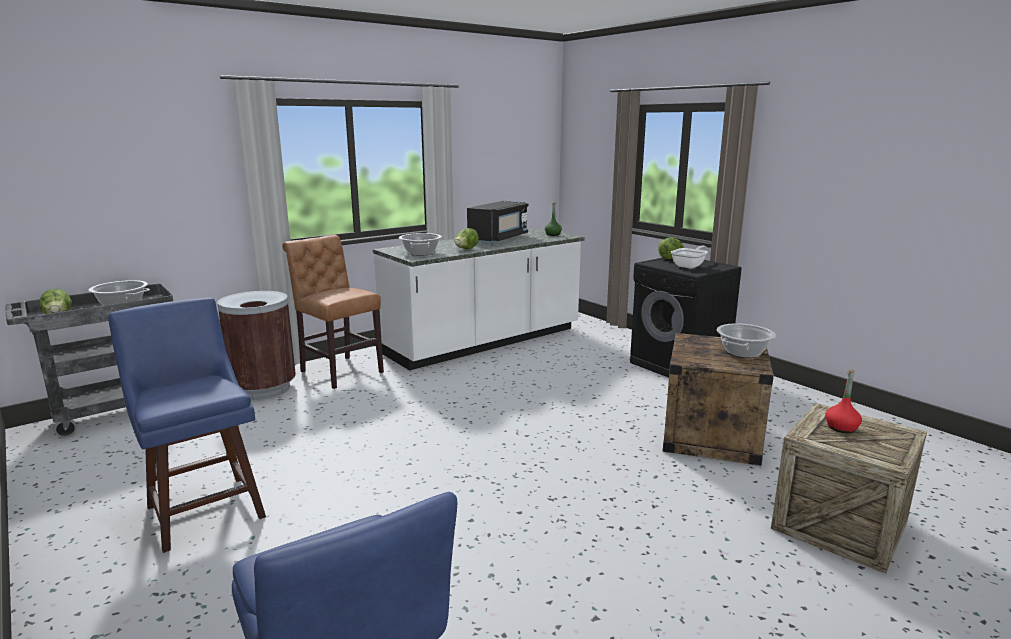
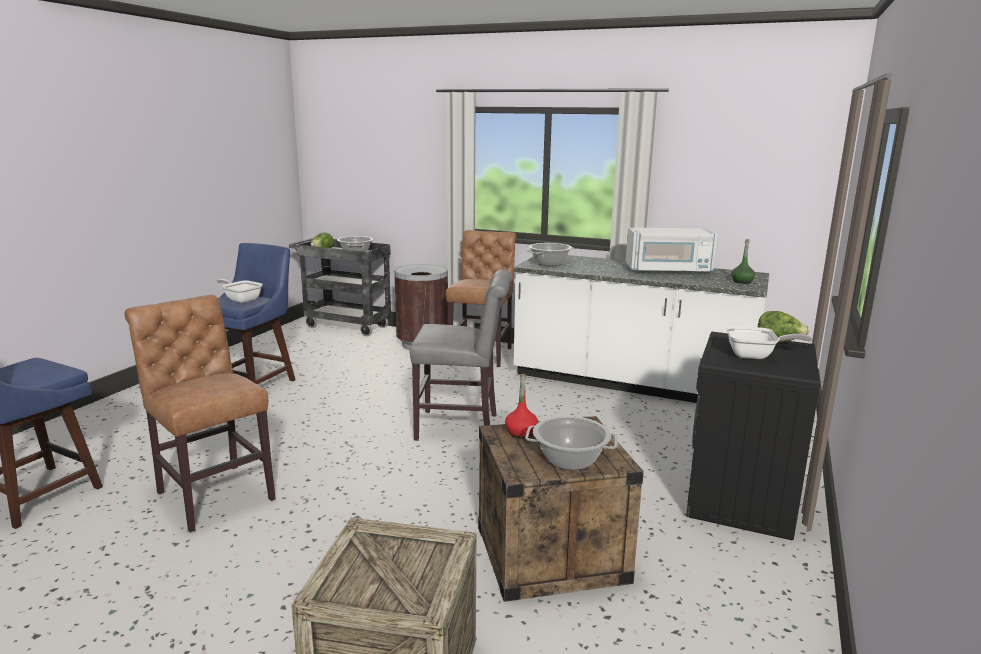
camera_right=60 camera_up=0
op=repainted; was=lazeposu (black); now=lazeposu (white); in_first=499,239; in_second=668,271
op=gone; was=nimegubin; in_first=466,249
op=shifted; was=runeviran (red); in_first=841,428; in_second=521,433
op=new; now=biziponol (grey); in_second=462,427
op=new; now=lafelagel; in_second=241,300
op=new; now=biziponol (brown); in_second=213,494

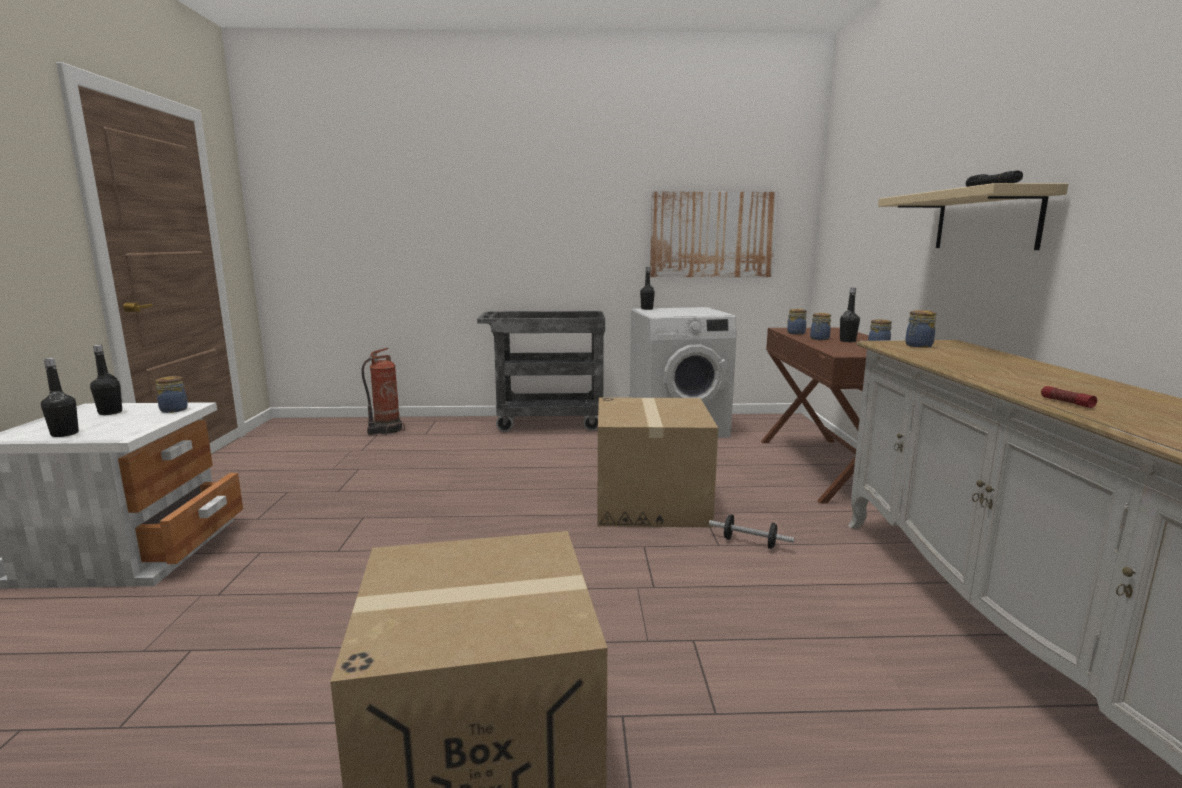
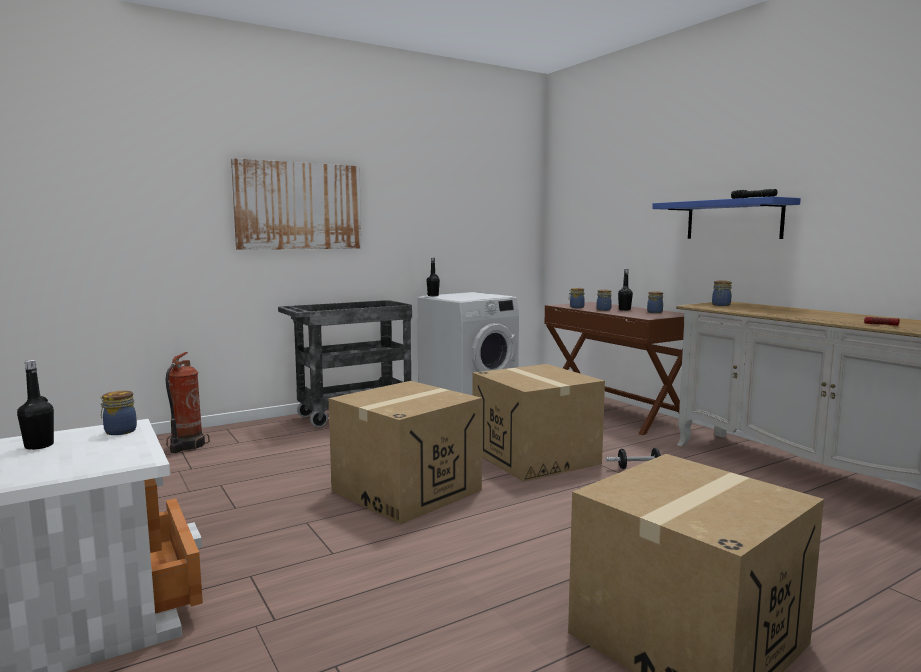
camera_right=-30 camera_up=-5
op=repainted; was=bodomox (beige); now=bodomox (blue); in_first=986,220; in_second=733,220
op=shifted; was=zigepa; in_first=712,235; in_second=299,206
op=gone; was=runeviran (black); in_first=65,434
op=new; now=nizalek; in_second=406,490

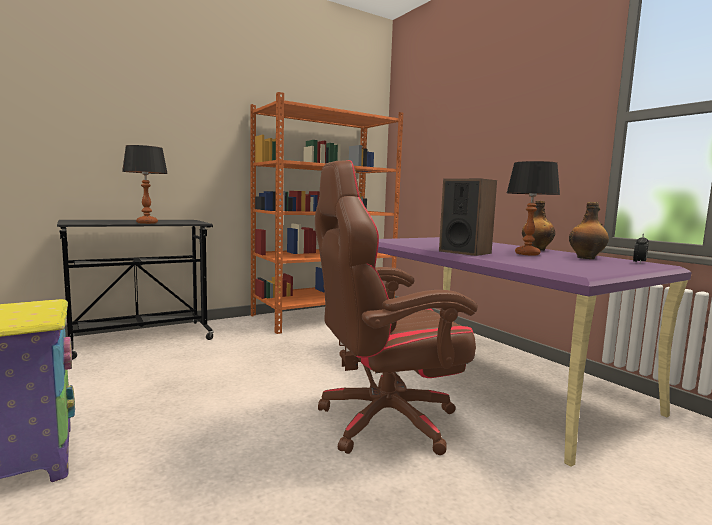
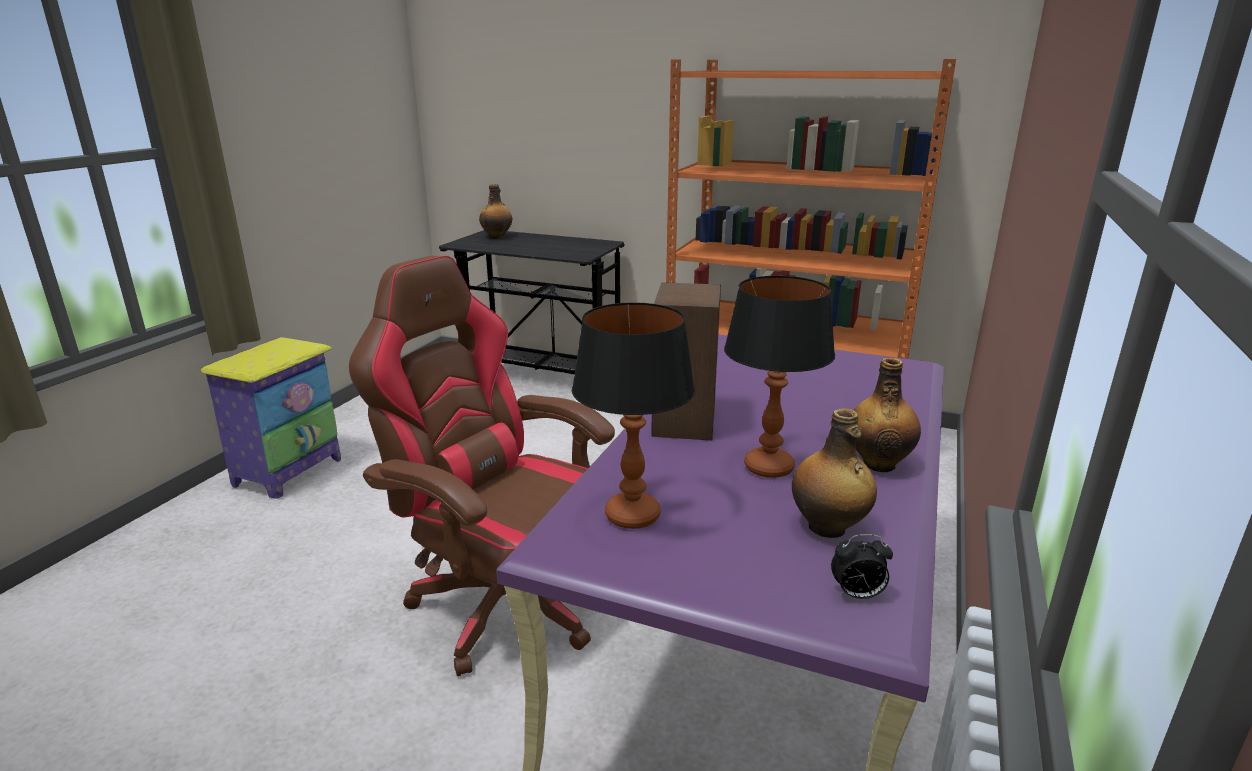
camera_right=55 camera_up=15
op=shifted; was=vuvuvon; in_first=147,223; in_second=633,515
op=new; now=runeviran; in_second=497,237

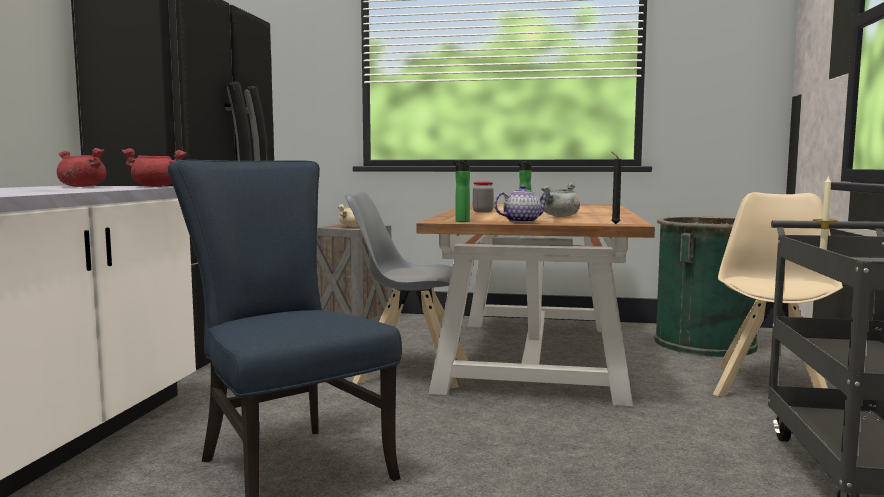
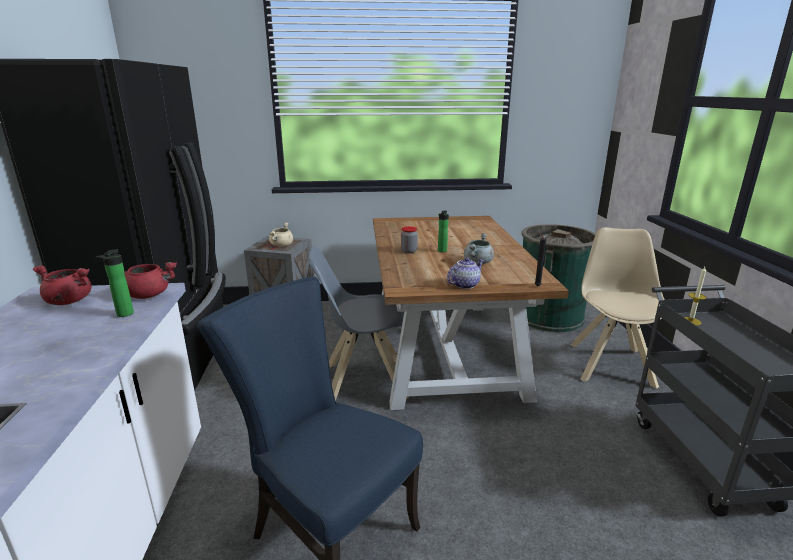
camera_right=-15 camera_up=15
op=shifted; was=runeviran; in_first=461,221; in_second=123,315

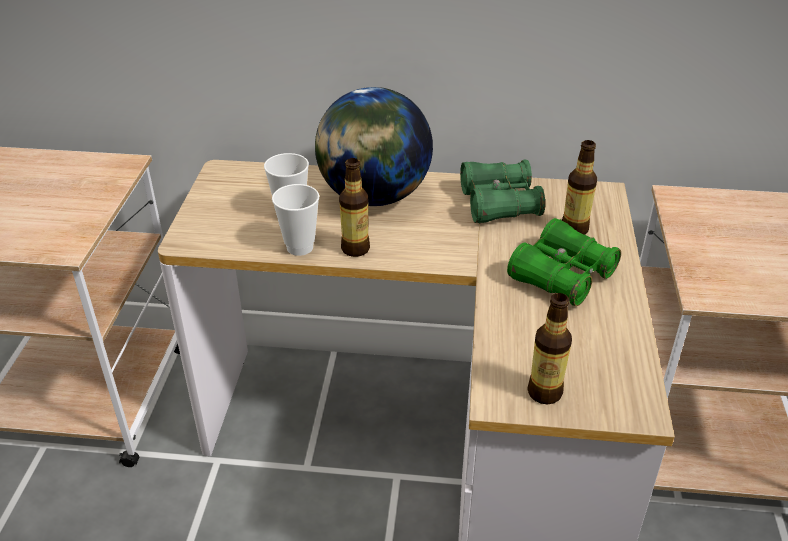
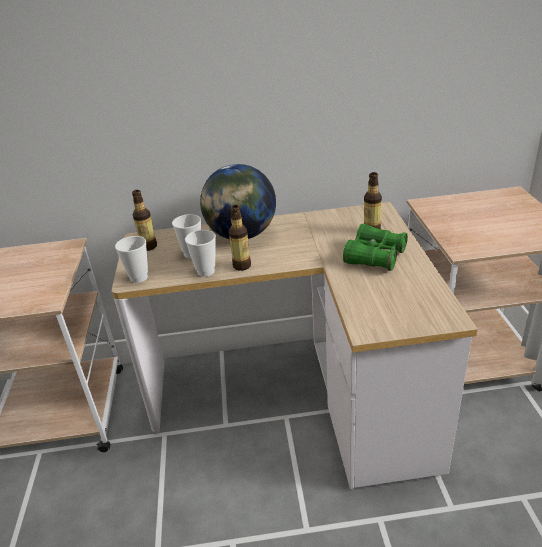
camera_right=-10 camera_up=-5
op=gone; was=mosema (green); in_first=499,203
op=shifted; was=runeviran; in_first=544,392; in_second=148,246
op=new; now=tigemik; in_second=139,277

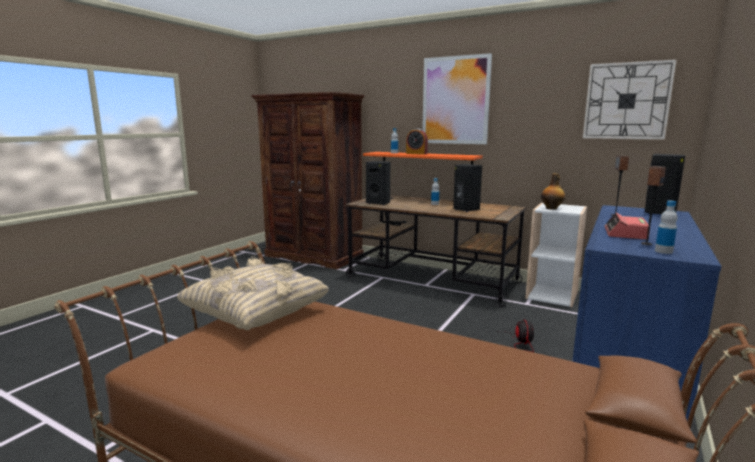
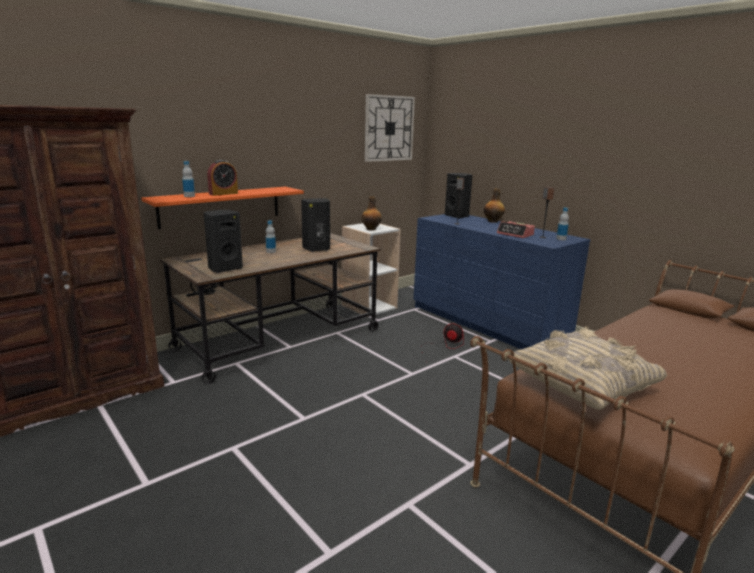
camera_right=-70 camera_up=5
op=gone; was=zigepa; in_first=455,100
op=new; now=runeviran; in_second=493,221

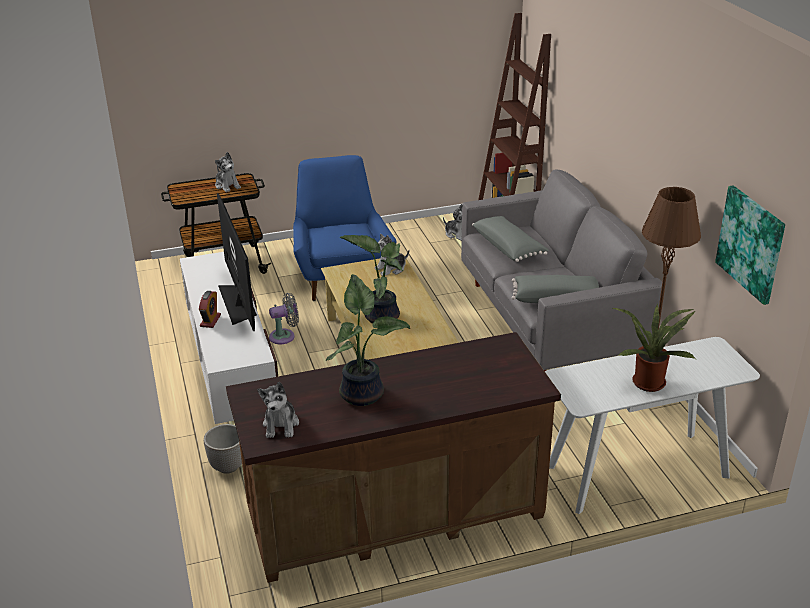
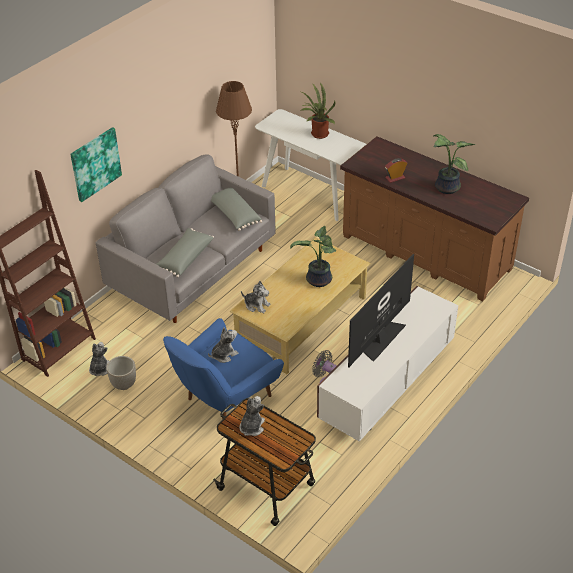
camera_right=-125 camera_up=10
op=shifted; was=zigepa; in_first=751,243; in_second=95,164
op=shifted; was=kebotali; in_first=210,320; in_second=395,178
op=shifted; was=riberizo; in_first=281,425; in_second=224,355
op=shifted; was=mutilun; in_first=228,466; in_second=123,384

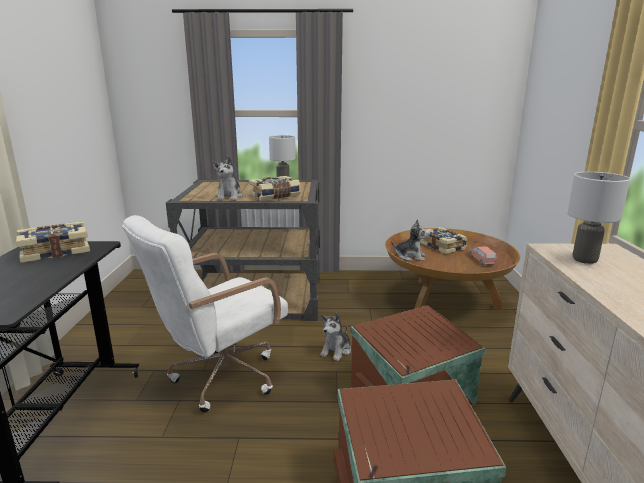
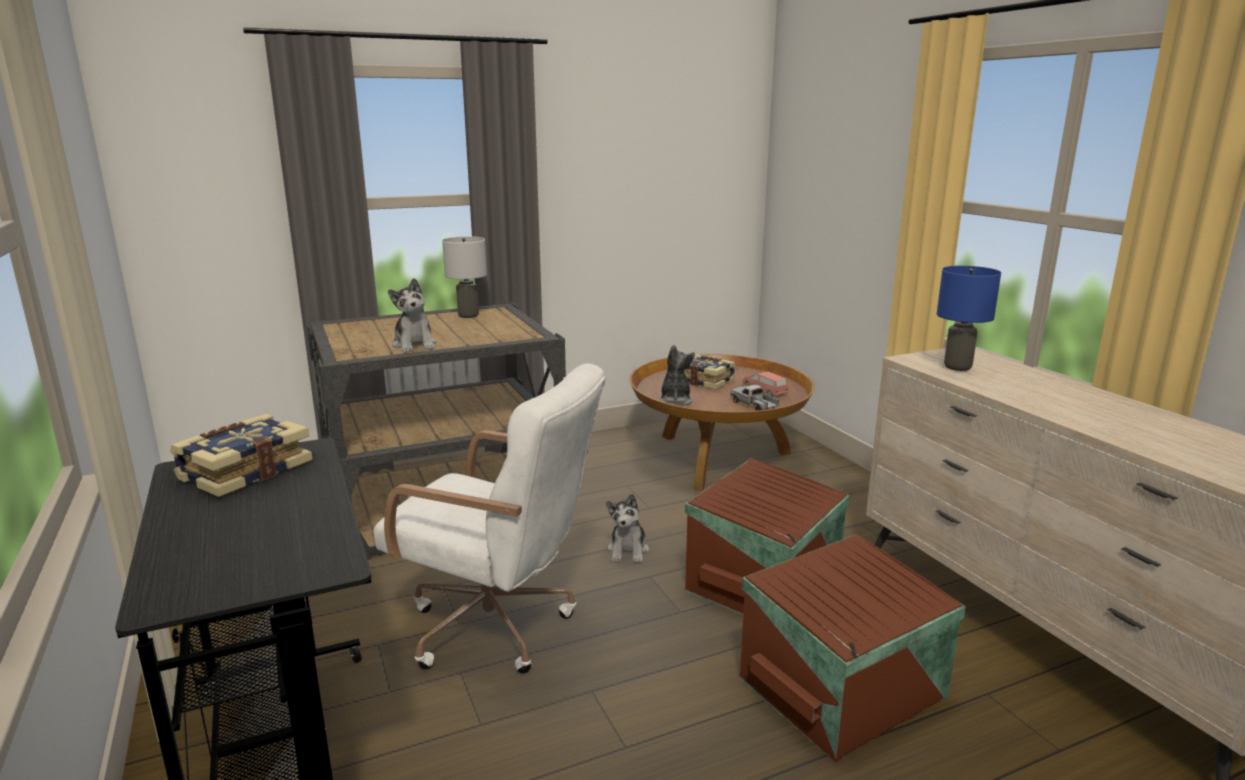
camera_right=-25 camera_up=0
op=repainted; was=vuvuvon (white); now=vuvuvon (blue); in_first=583,260; in_second=956,367
op=gone; was=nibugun; in_first=275,196
op=rotated; was=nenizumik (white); in_first=220,381; in_second=498,630; clockwise=-90
op=rotated; was=riberizo; in_first=410,256; in_second=675,400; clockwise=-75
op=new; now=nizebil; in_second=754,405

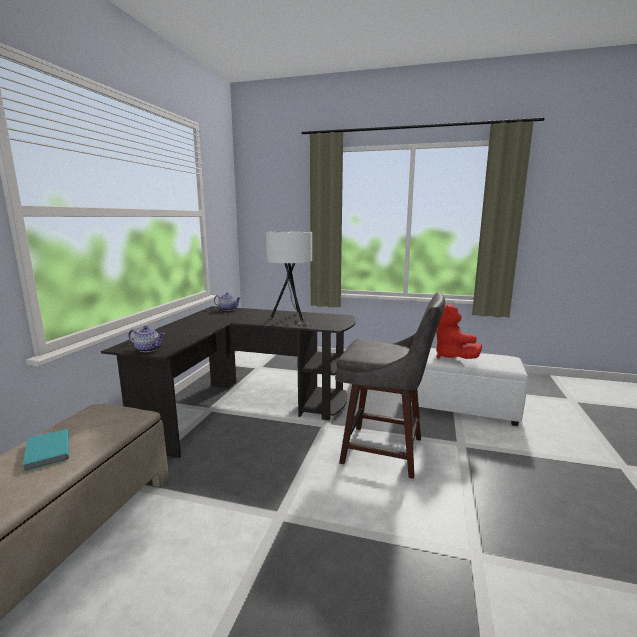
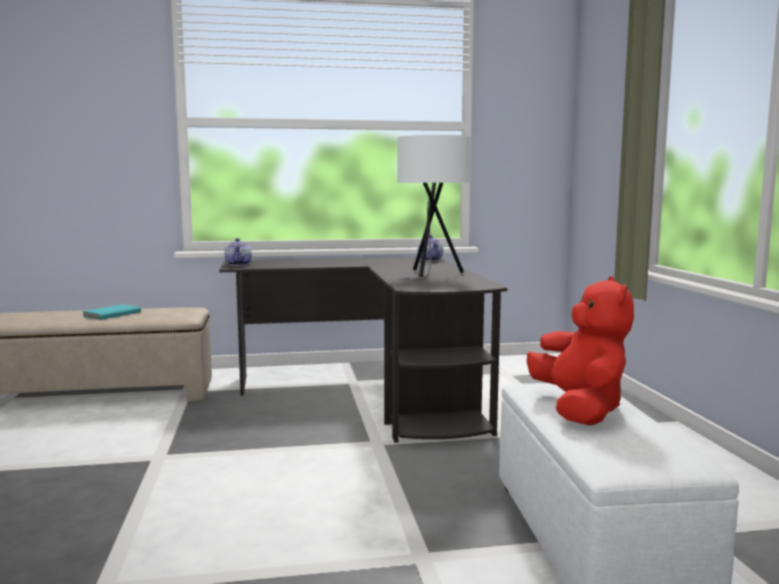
camera_right=65 camera_up=-5
op=gone; was=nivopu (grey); in_first=386,451
op=rotated; was=riberizo (red); in_first=452,357; in_second=579,409; clockwise=120

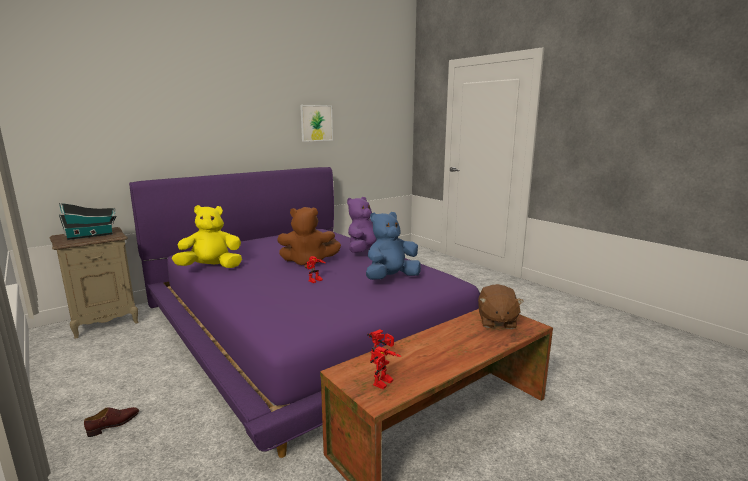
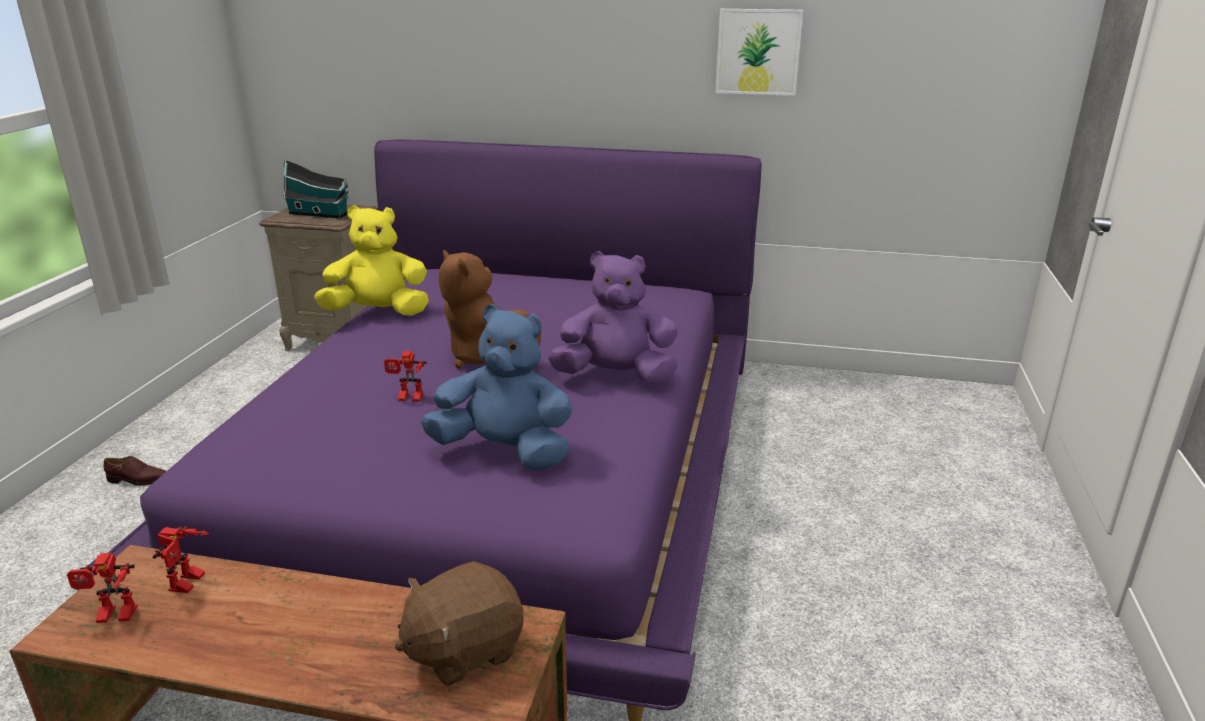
camera_right=50 camera_up=10
op=rotated; was=riberizo (yellow); in_first=211,267; in_second=378,313; clockwise=-45

